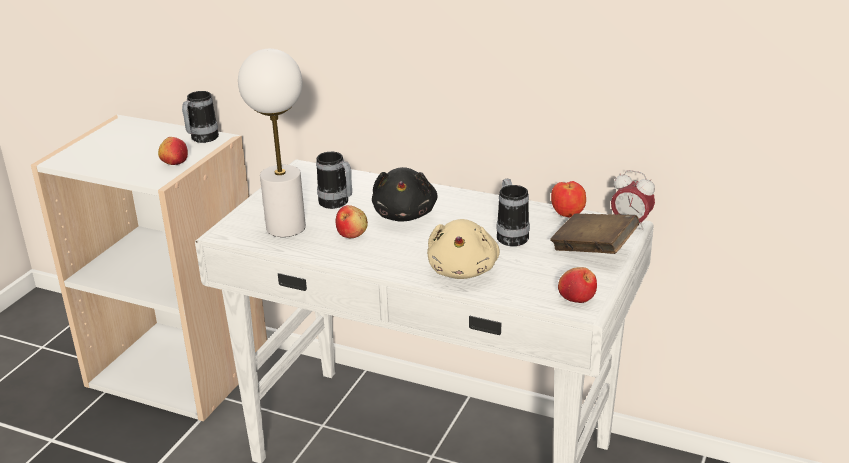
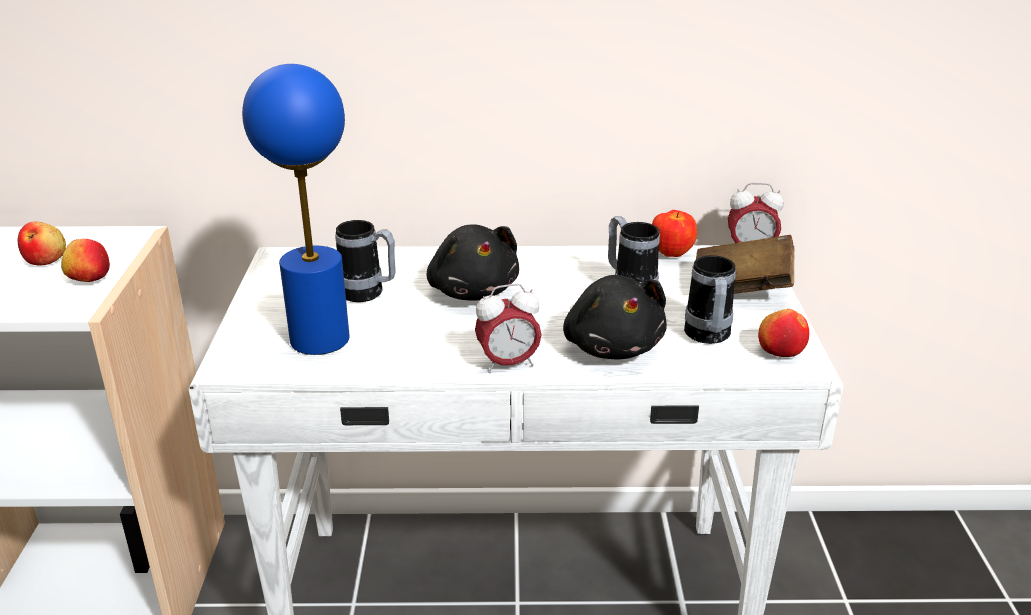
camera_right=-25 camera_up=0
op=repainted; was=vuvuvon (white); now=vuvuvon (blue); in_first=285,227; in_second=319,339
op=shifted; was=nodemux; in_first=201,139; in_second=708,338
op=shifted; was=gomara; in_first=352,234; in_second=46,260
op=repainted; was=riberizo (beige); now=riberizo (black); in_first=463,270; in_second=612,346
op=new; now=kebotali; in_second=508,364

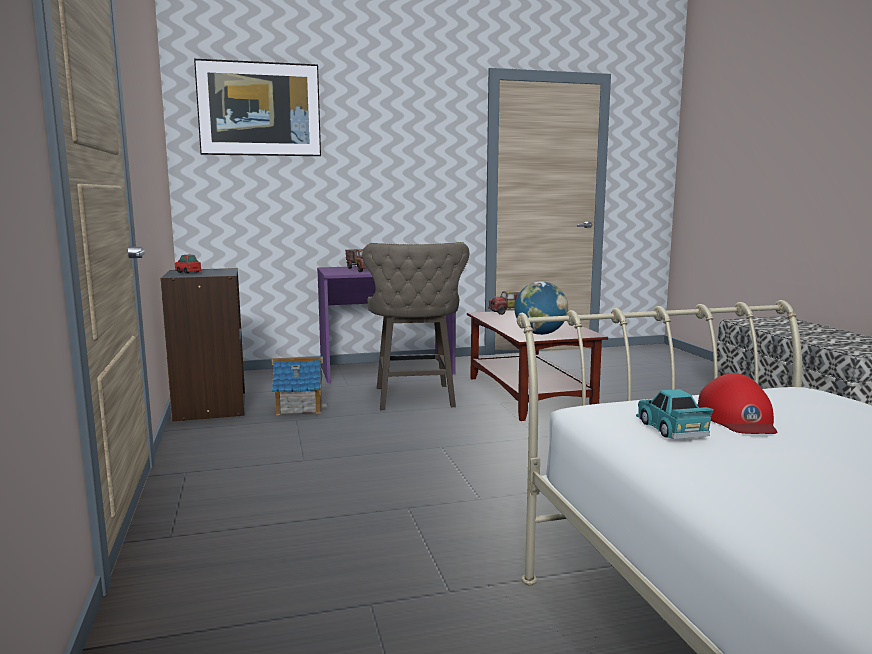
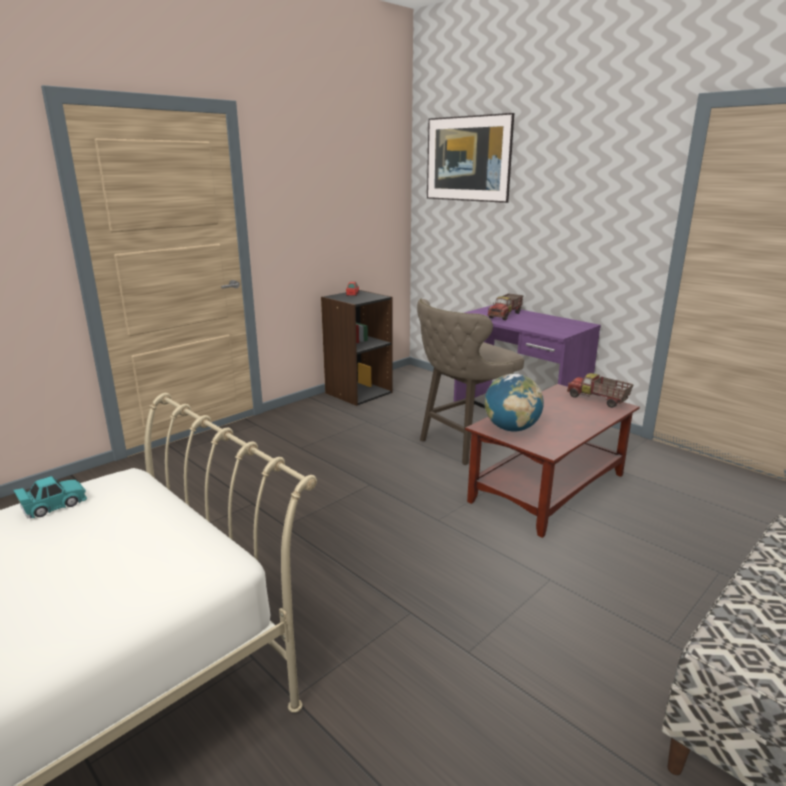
camera_right=60 camera_up=10
op=gone; was=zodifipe; in_first=299,407
op=gone; was=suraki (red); in_first=737,418

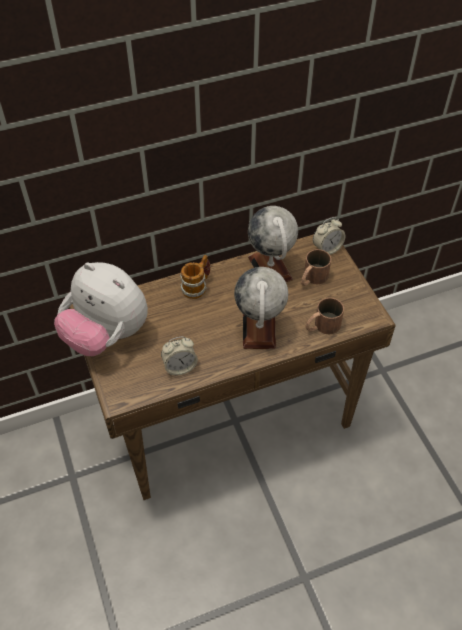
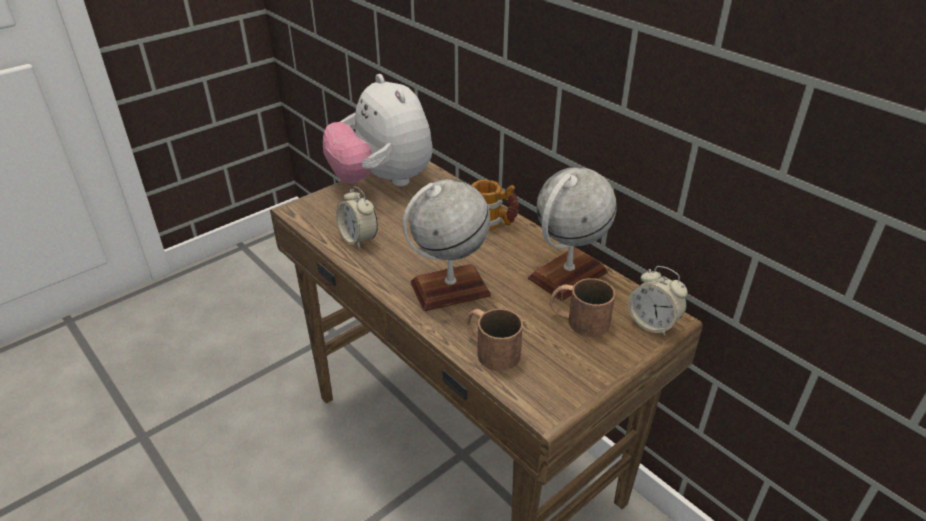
camera_right=70 camera_up=-15
op=rotated; was=riberizo; in_first=106,335; in_second=382,181; clockwise=-45

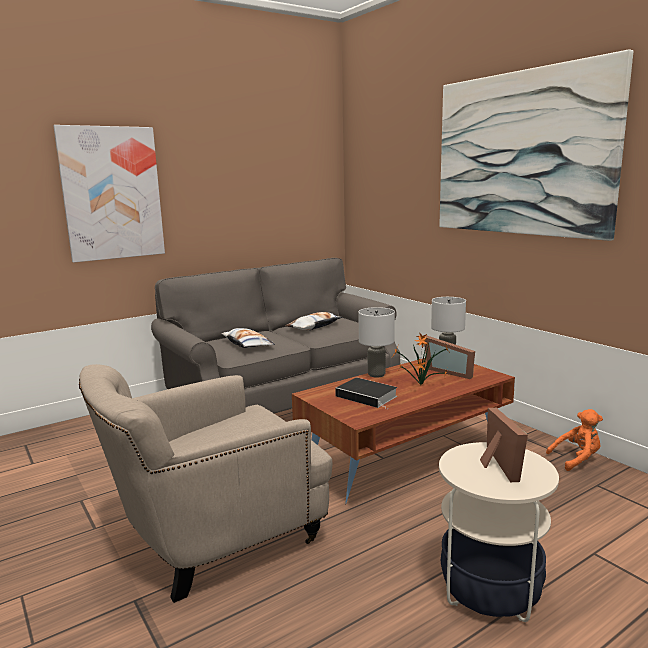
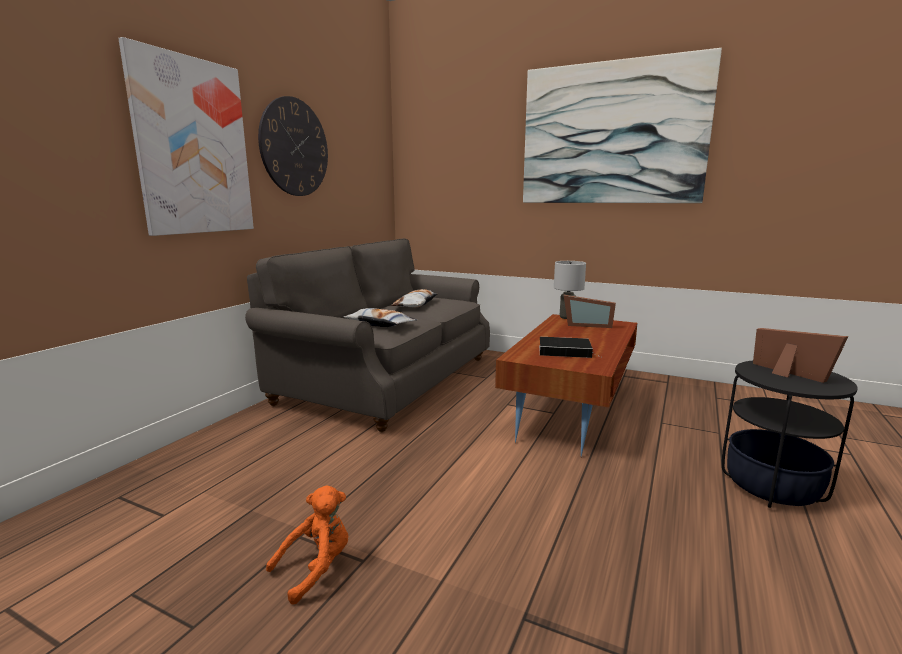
camera_right=-30 camera_up=0
op=gone; was=vuvuvon (white); in_first=375,375
op=gone; was=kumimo; in_first=419,385
op=gone; was=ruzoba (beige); in_first=213,536
op=shifted; was=riberizo (orange); in_first=577,459; in_second=316,568
op=repainted; was=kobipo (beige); now=kobipo (black); in_first=489,591; in_second=771,489
op=new; now=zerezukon; in_second=294,147

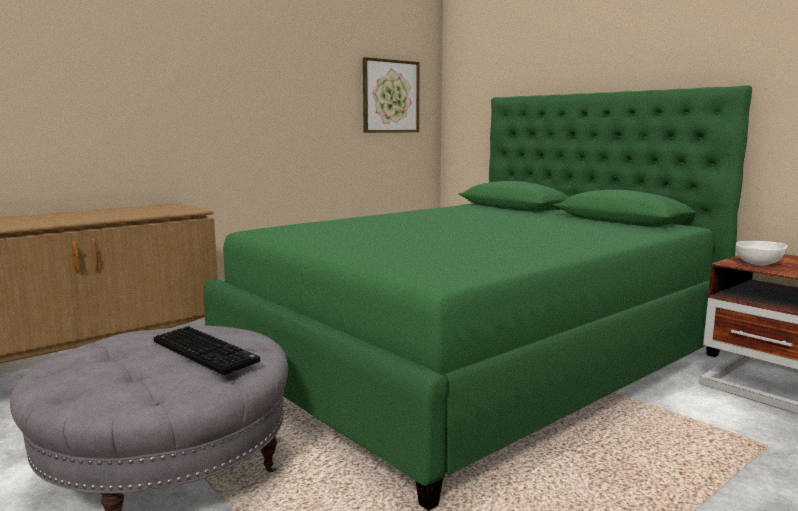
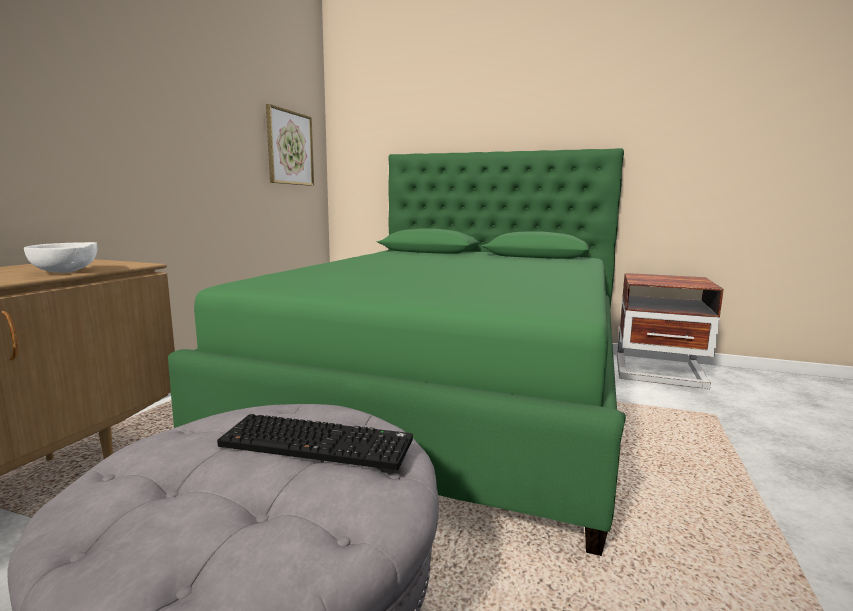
camera_right=-30 camera_up=0
op=shifted; was=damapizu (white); in_first=760,264; in_second=66,272

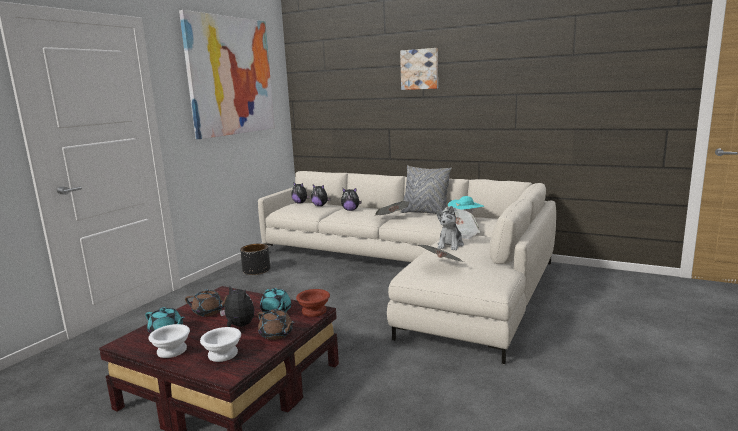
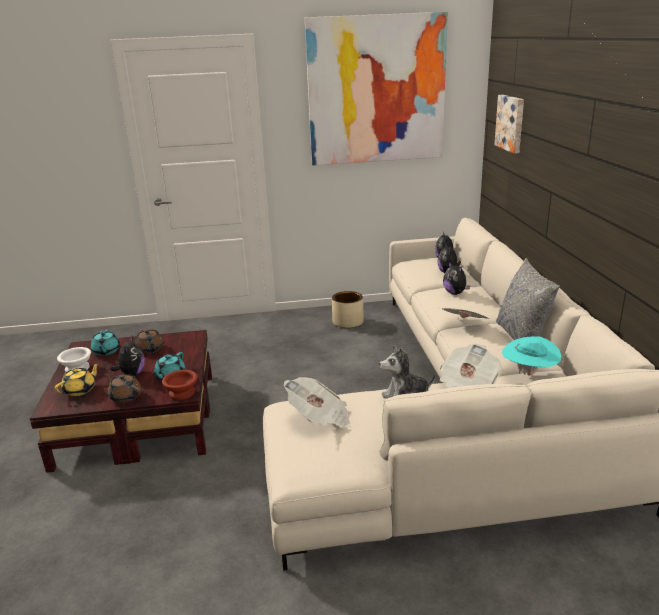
camera_right=55 camera_up=10
op=shifted; was=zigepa; in_first=420,69; in_second=511,123
op=repainted; was=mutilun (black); now=mutilun (beige); in_first=256,270; in_second=348,322
op=rotated; was=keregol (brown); in_first=276,334; in_second=125,396; clockwise=120
op=swapped; was=damapizu (white); now=keregol (yellow); in_first=222,354; in_second=80,390

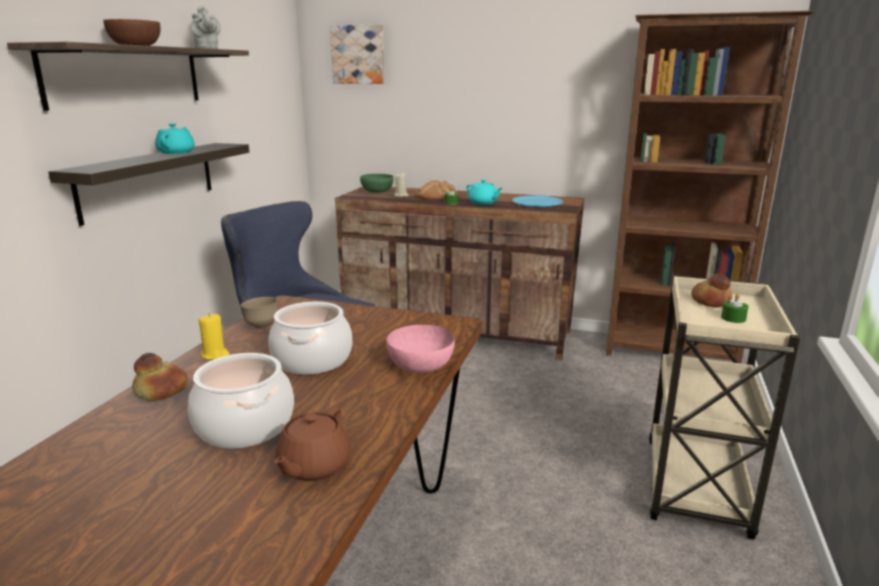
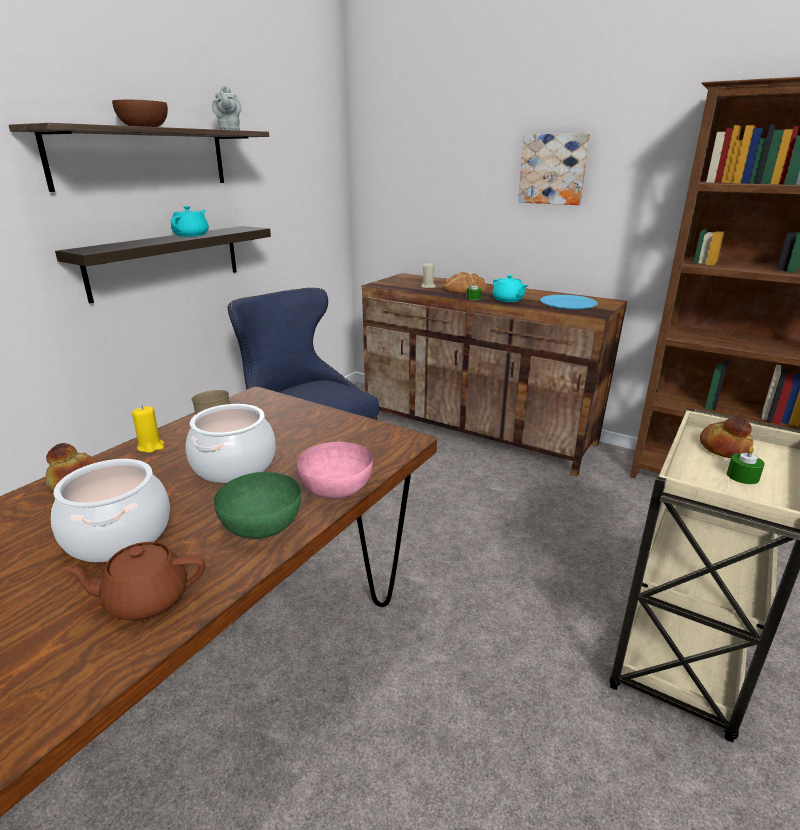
camera_right=15 camera_up=5
op=shifted; was=zigepa; in_first=358,54; in_second=553,169
op=shifted; was=damapizu (green); in_first=376,191; in_second=260,525
op=rotated; was=keregol (brown); in_first=313,466; in_second=145,599; clockwise=45

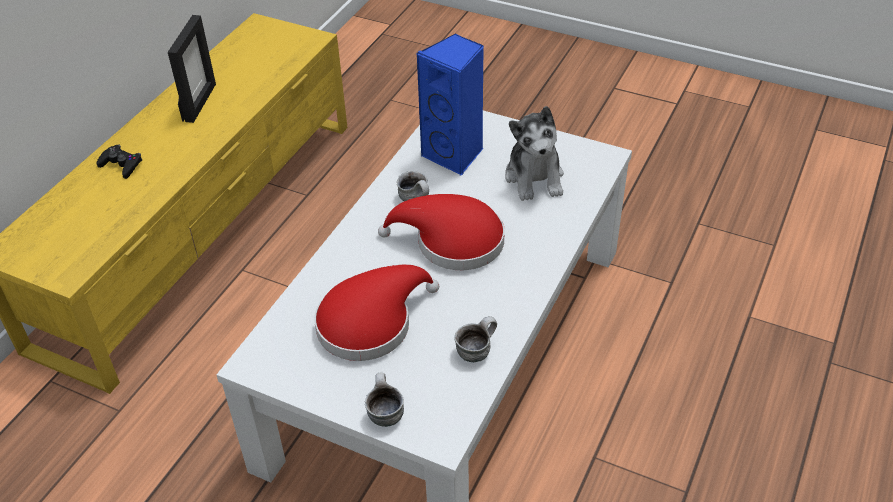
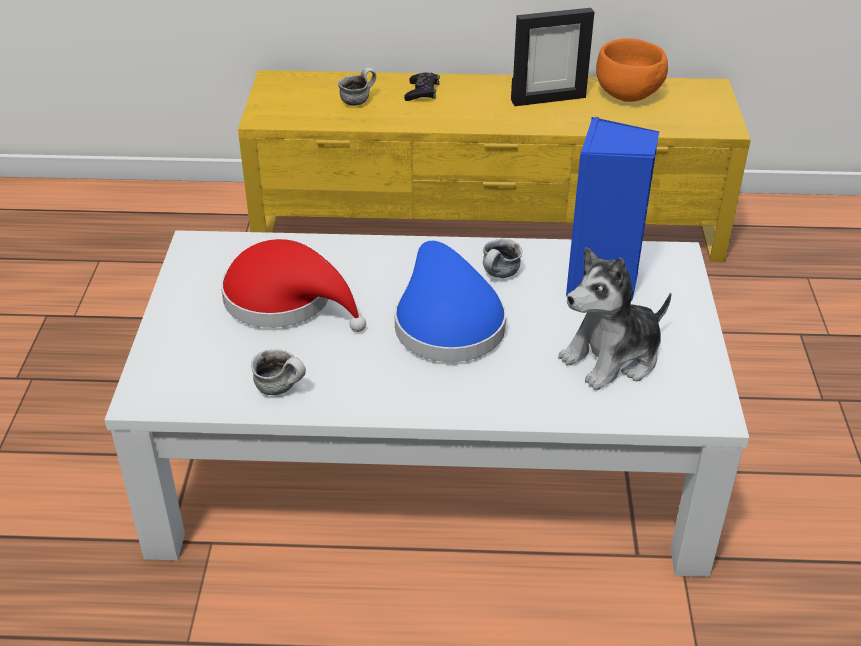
camera_right=65 camera_up=-5
op=repainted; was=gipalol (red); now=gipalol (blue); in_first=452,242; in_second=446,322
op=shifted; was=nodemux; in_first=384,412; in_second=358,100
op=new; now=damapizu (orange); in_second=627,96

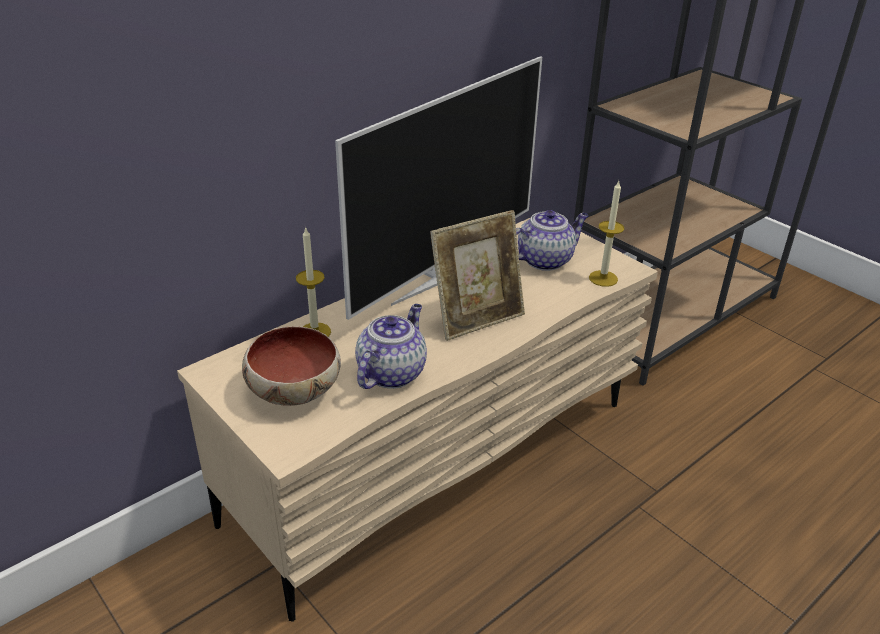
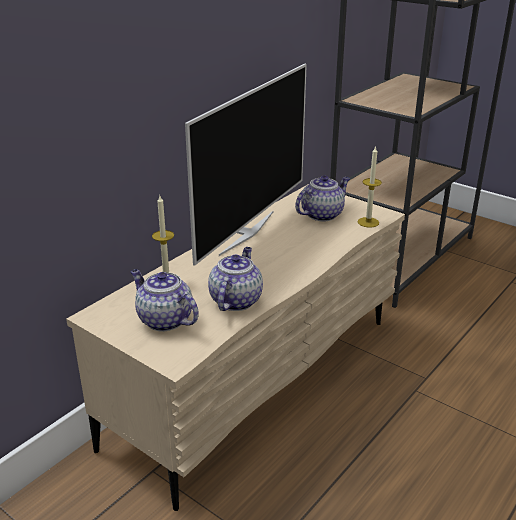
camera_right=-10 camera_up=-5
op=gone; was=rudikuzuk; in_first=477,318
op=swapped; was=damapizu; now=keregol; in_first=293,389; in_second=164,320

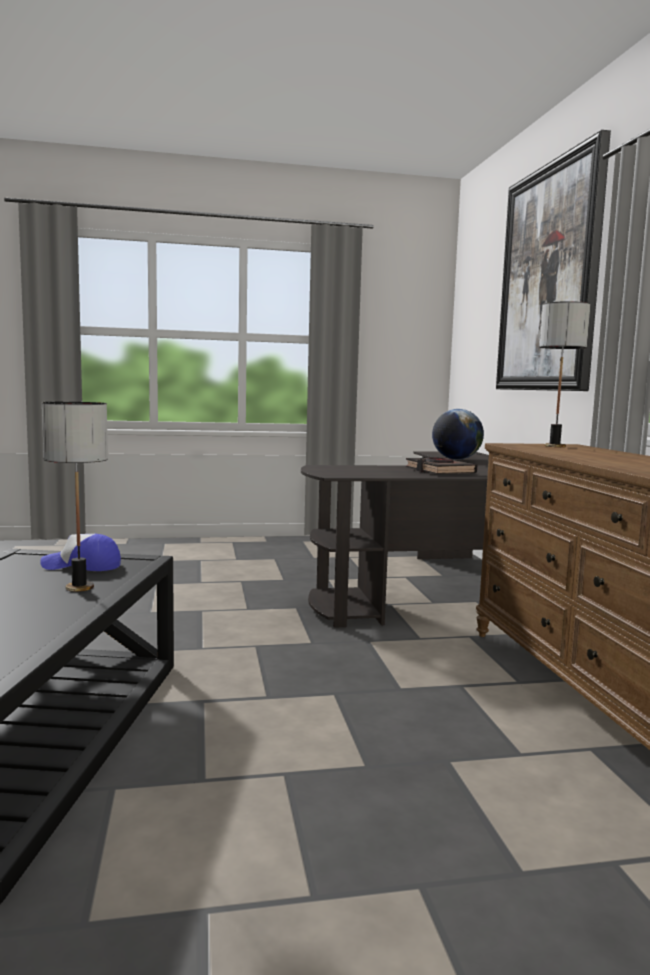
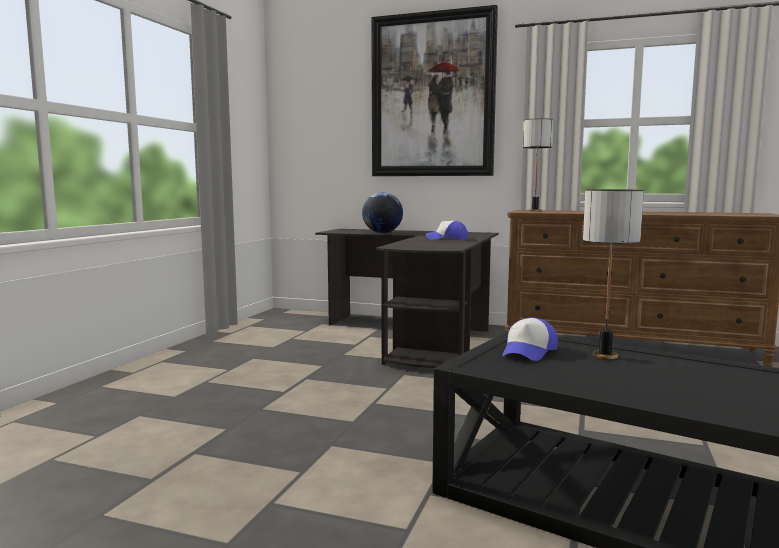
camera_right=-60 camera_up=0
op=swapped; was=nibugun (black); now=suraki; in_first=439,471; in_second=447,239

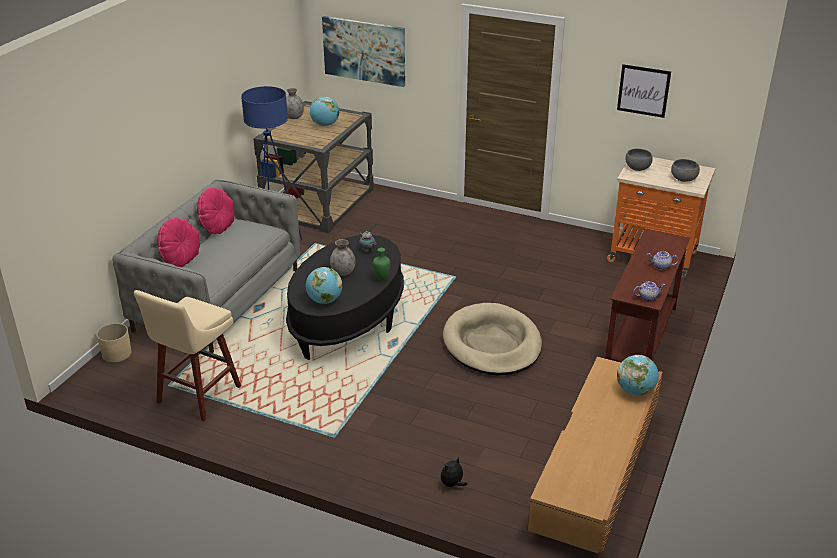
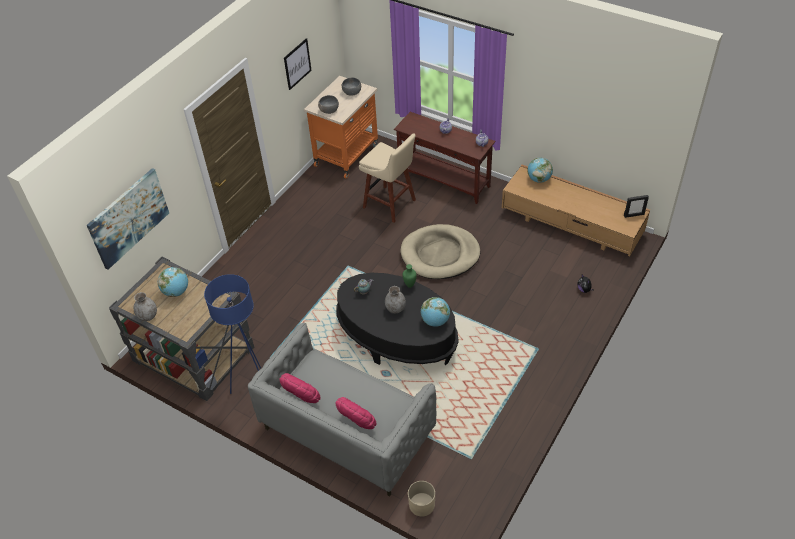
camera_right=-80 camera_up=15
op=shifted; was=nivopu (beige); in_first=197,396; in_second=390,204
op=new; now=rudikuzuk; in_second=634,215

